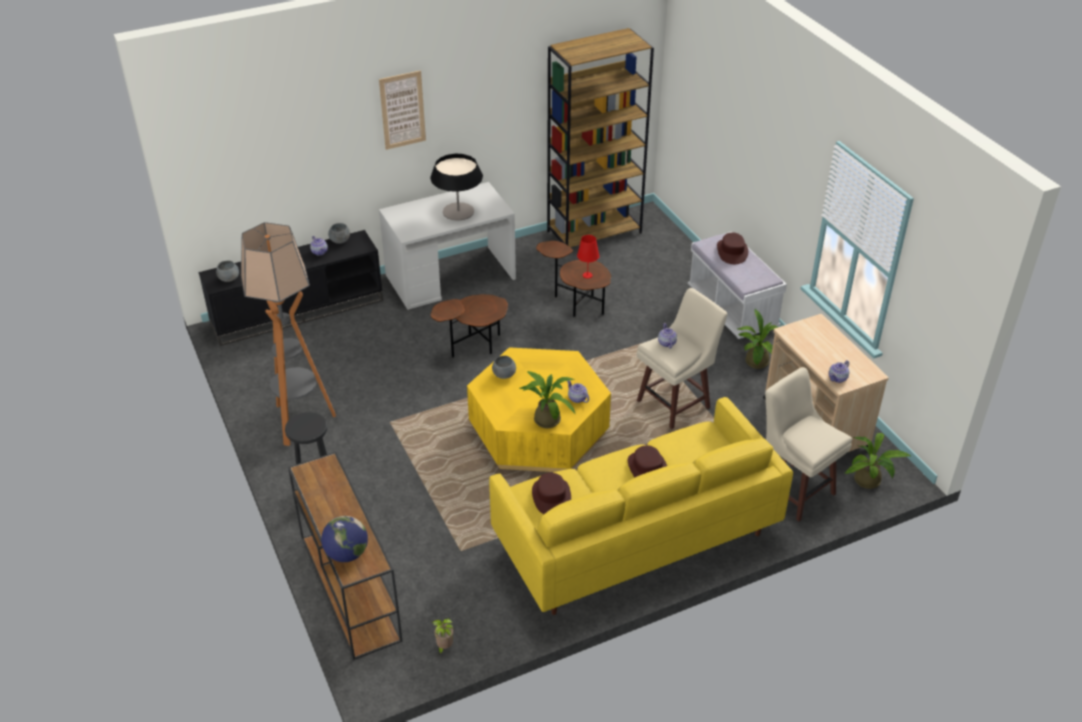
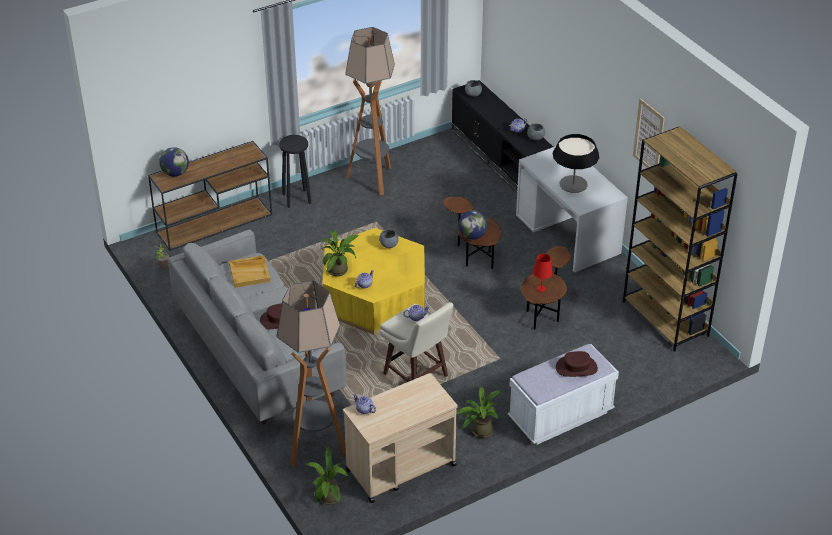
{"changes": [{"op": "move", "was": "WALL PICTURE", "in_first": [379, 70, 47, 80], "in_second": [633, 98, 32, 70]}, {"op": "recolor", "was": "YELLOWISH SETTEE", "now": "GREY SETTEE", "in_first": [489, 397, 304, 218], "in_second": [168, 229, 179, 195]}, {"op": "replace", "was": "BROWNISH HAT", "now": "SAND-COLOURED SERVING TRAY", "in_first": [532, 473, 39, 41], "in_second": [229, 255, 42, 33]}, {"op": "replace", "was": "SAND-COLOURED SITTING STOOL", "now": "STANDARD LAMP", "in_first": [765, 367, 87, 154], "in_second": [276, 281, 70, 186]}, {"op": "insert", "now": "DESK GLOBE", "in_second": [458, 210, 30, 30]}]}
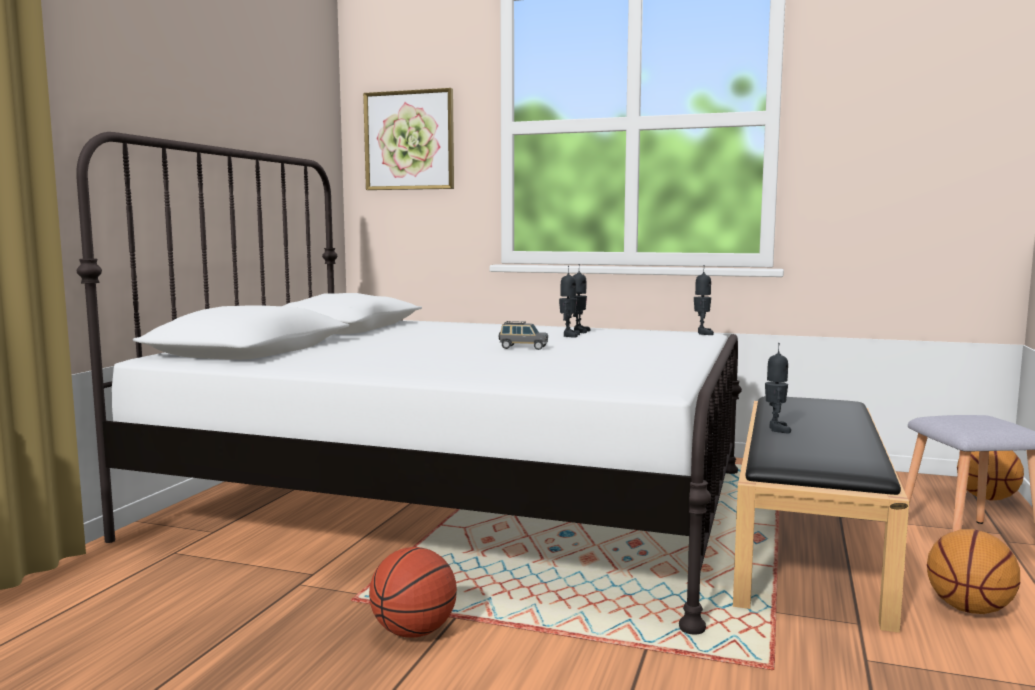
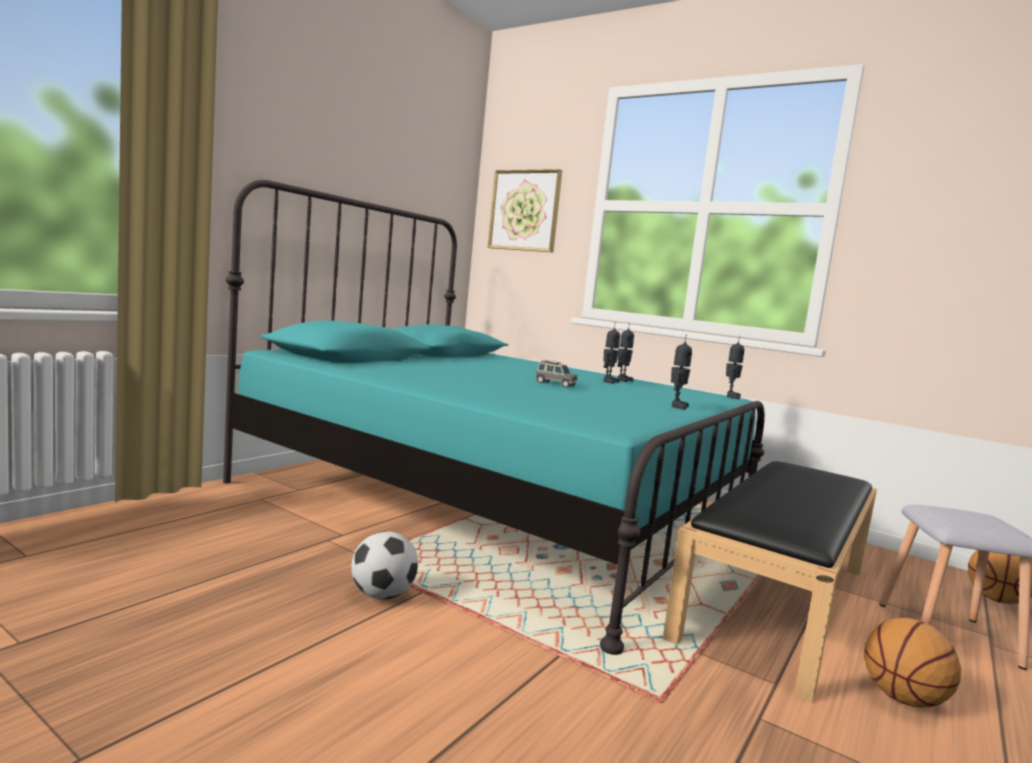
{"changes": [{"op": "recolor", "was": "WHITISH BEDROOM BED", "now": "TURQUOISE BEDROOM BED", "in_first": [76, 132, 666, 503], "in_second": [223, 180, 542, 475]}, {"op": "replace", "was": "BASKETBALL BALL", "now": "BALL FOR FOOTBALL", "in_first": [369, 547, 88, 91], "in_second": [351, 531, 67, 68]}, {"op": "move", "was": "ROBOT FIGURE", "in_first": [765, 343, 26, 90], "in_second": [671, 334, 21, 76]}]}
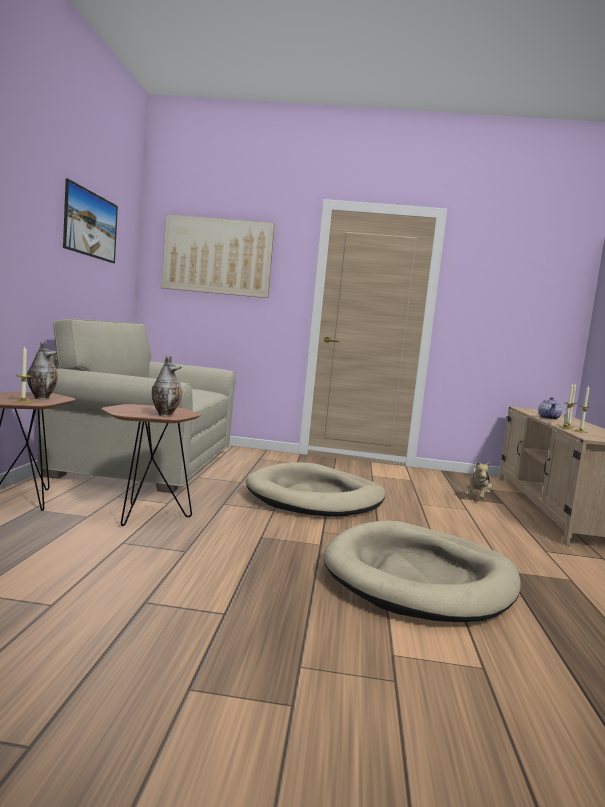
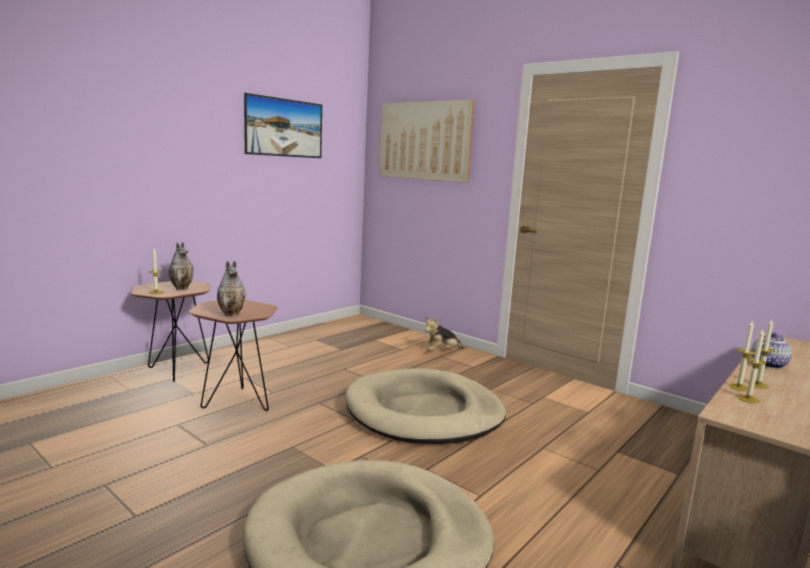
{"changes": [{"op": "delete", "was": "SAND-COLOURED SETTEE", "in_first": [37, 318, 199, 175]}, {"op": "move", "was": "CUDDLY TOY", "in_first": [465, 462, 27, 37], "in_second": [424, 317, 40, 33]}]}
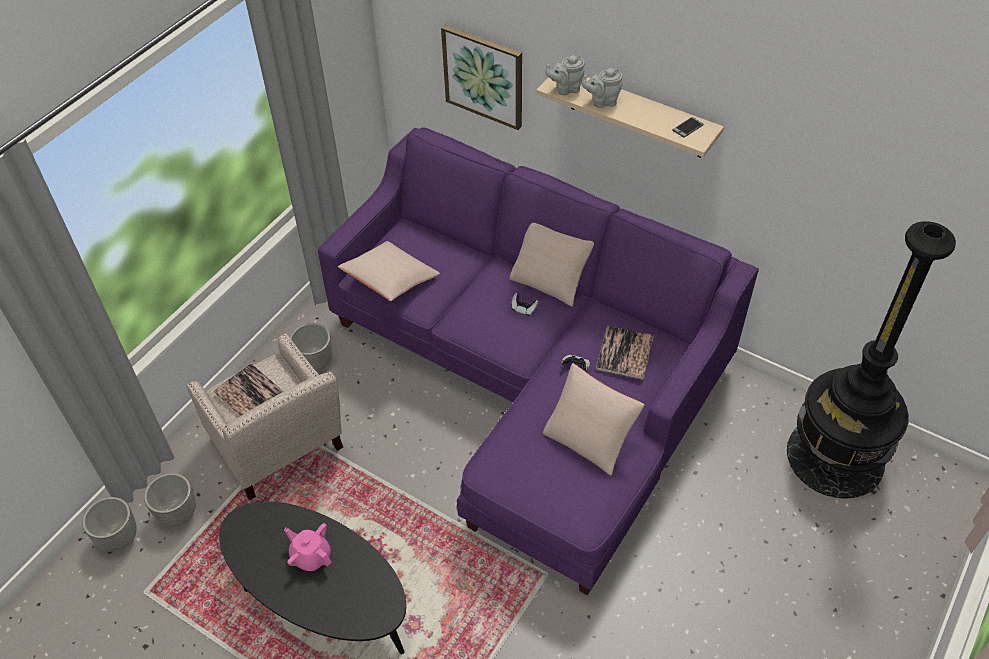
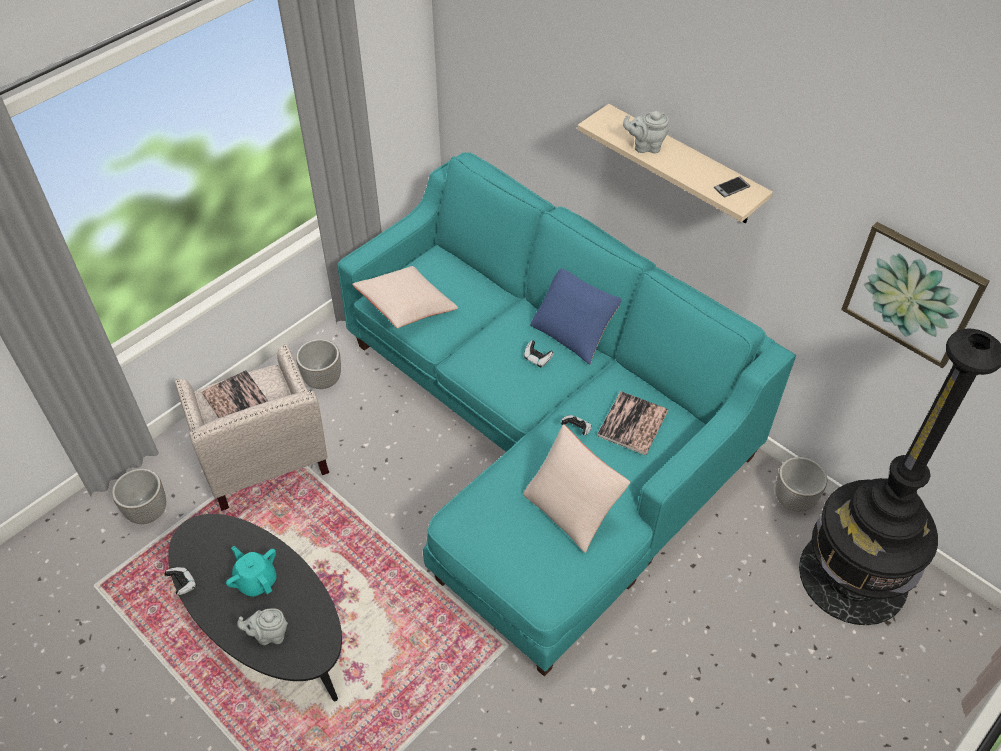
{"changes": [{"op": "move", "was": "PLANT POT", "in_first": [82, 497, 55, 55], "in_second": [775, 457, 52, 55]}, {"op": "recolor", "was": "PINK TEA POT", "now": "TURQUOISE TEA POT", "in_first": [284, 523, 47, 48], "in_second": [226, 546, 50, 51]}, {"op": "recolor", "was": "PURPLE-COLOURED SETTEE", "now": "TURQUOISE SETTEE", "in_first": [318, 127, 441, 468], "in_second": [337, 152, 459, 524]}, {"op": "move", "was": "WALL PICTURE", "in_first": [441, 25, 81, 105], "in_second": [841, 222, 149, 146]}, {"op": "recolor", "was": "SAND-COLOURED CUSHION", "now": "BLUE-COLOURED CUSHION", "in_first": [509, 223, 85, 84], "in_second": [530, 269, 92, 96]}, {"op": "move", "was": "GREY TEA POT", "in_first": [545, 55, 40, 40], "in_second": [237, 608, 51, 37]}, {"op": "insert", "now": "JOYPAD", "in_second": [164, 567, 33, 28]}]}
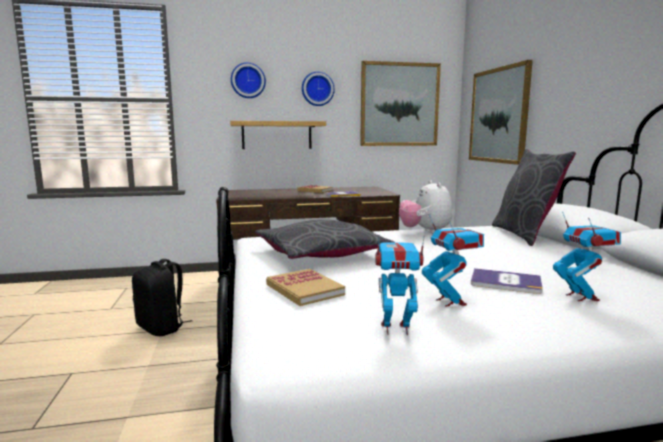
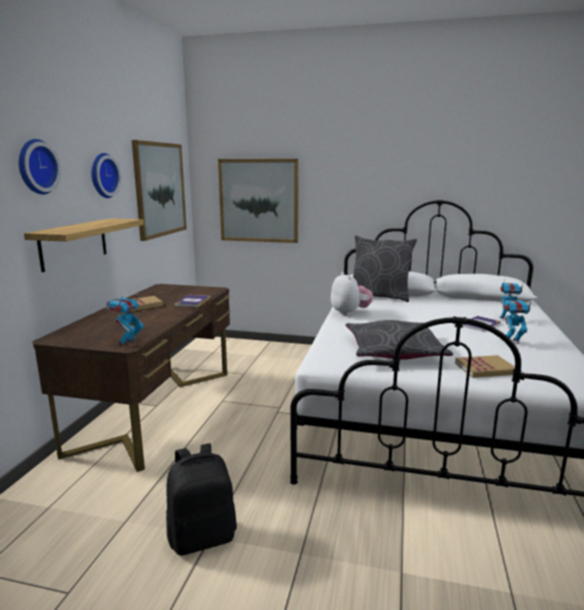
{"changes": [{"op": "move", "was": "ROBOT FIGURE", "in_first": [375, 235, 50, 100], "in_second": [106, 291, 38, 55]}, {"op": "rotate", "was": "CUDDLY TOY", "in_first": [399, 180, 54, 54], "in_second": [331, 272, 42, 44], "clockwise": -120}]}
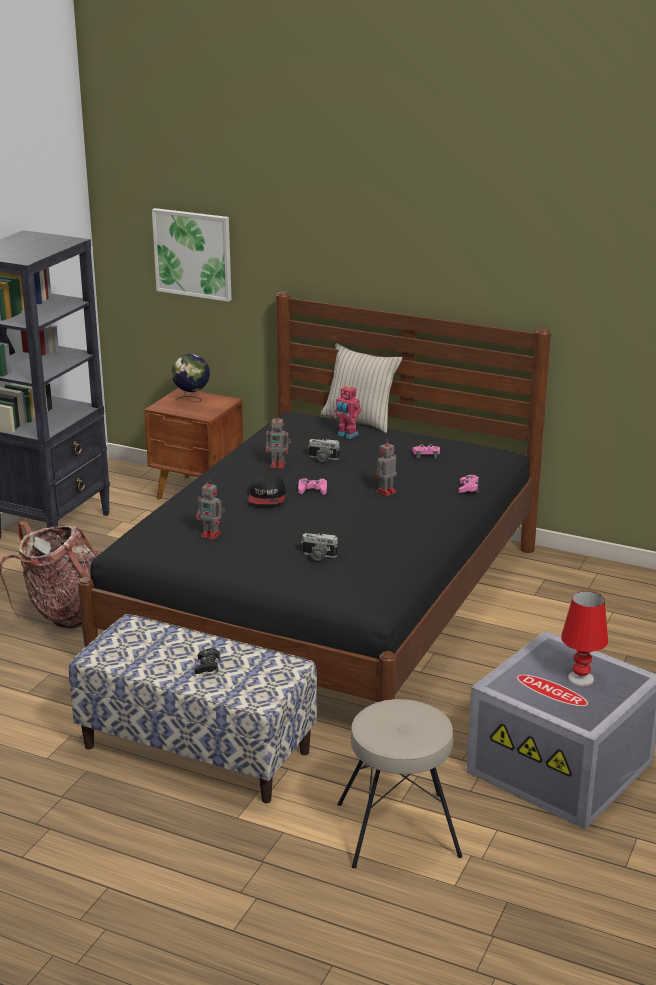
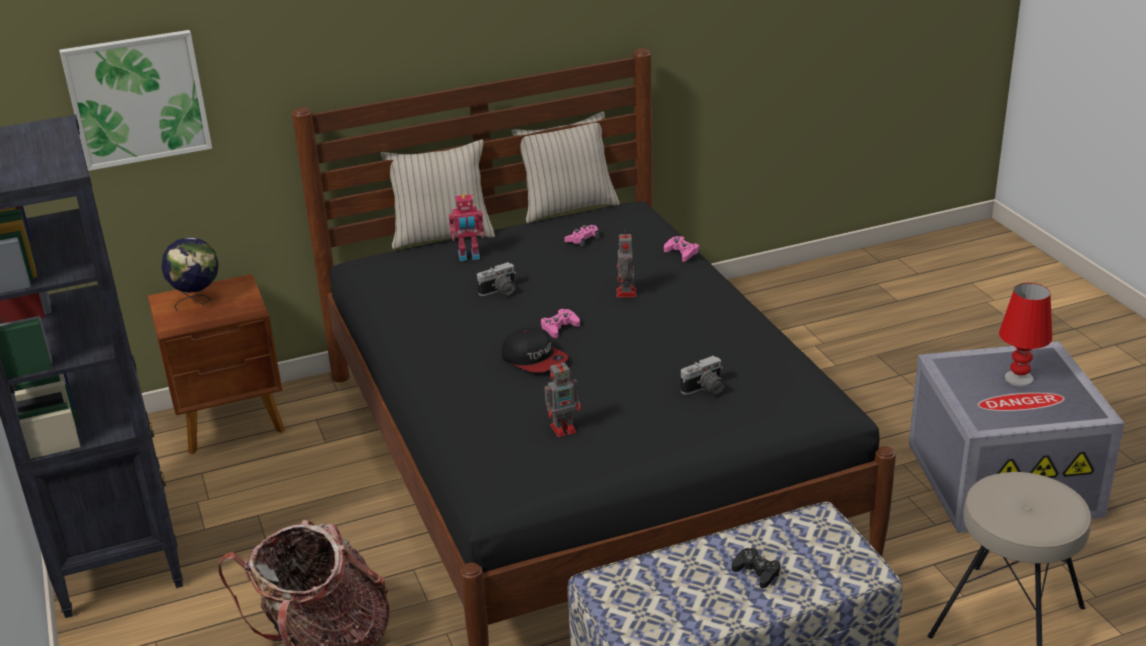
{"changes": [{"op": "delete", "was": "ROBOT FIGURE", "in_first": [266, 414, 25, 55]}, {"op": "insert", "now": "SAND-COLOURED CUSHION", "in_second": [511, 111, 109, 112]}]}
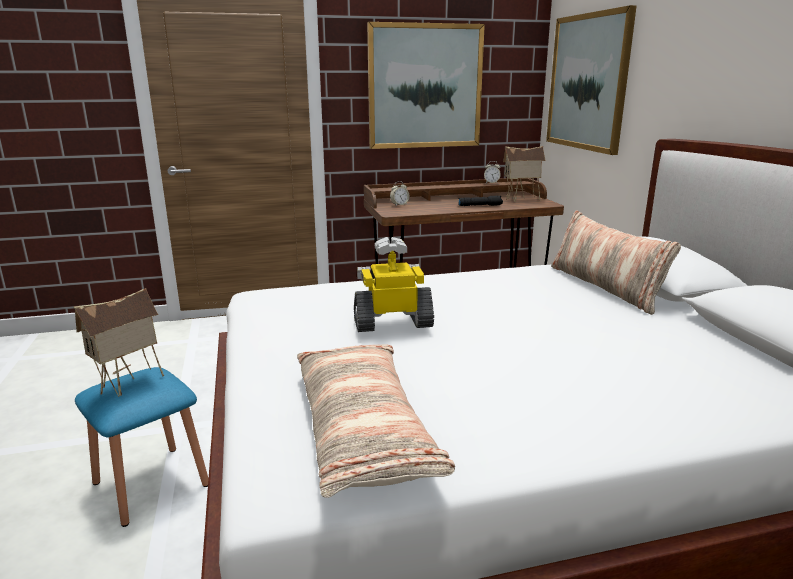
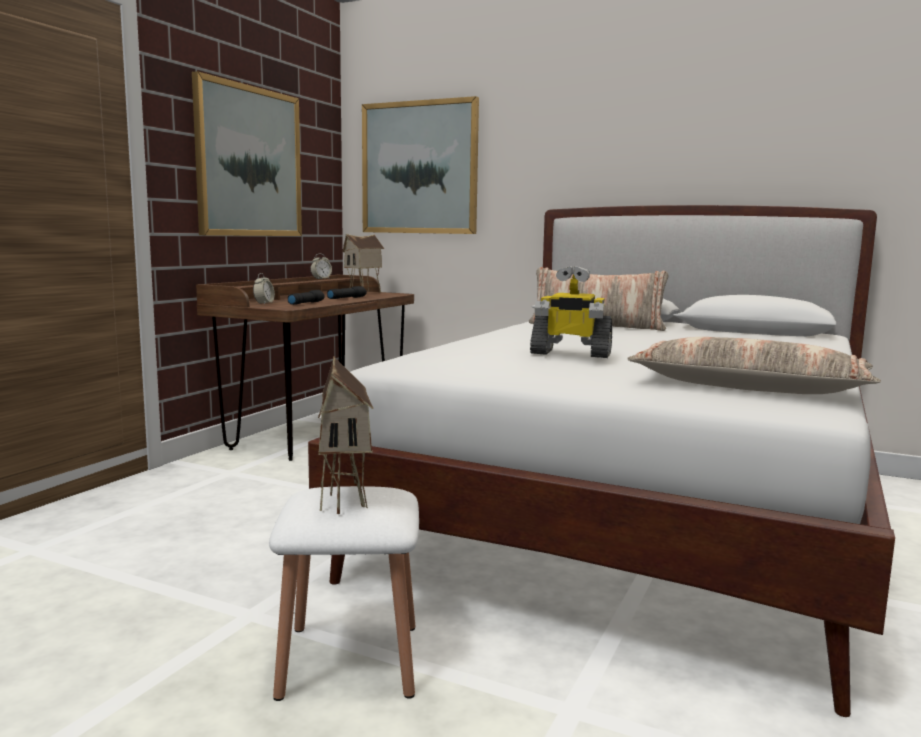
{"changes": [{"op": "recolor", "was": "BLUE-COLOURED SITTING STOOL", "now": "WHITISH SITTING STOOL", "in_first": [75, 367, 134, 160], "in_second": [269, 486, 150, 215]}, {"op": "rotate", "was": "ROBOT FIGURE", "in_first": [354, 237, 80, 95], "in_second": [530, 266, 82, 92], "clockwise": -105}, {"op": "insert", "now": "BLACK-COLOURED FLASHLIGHT", "in_second": [288, 290, 37, 15]}]}
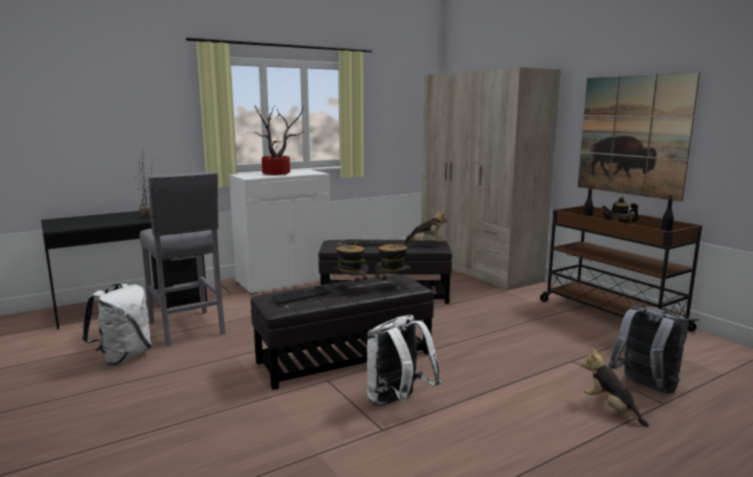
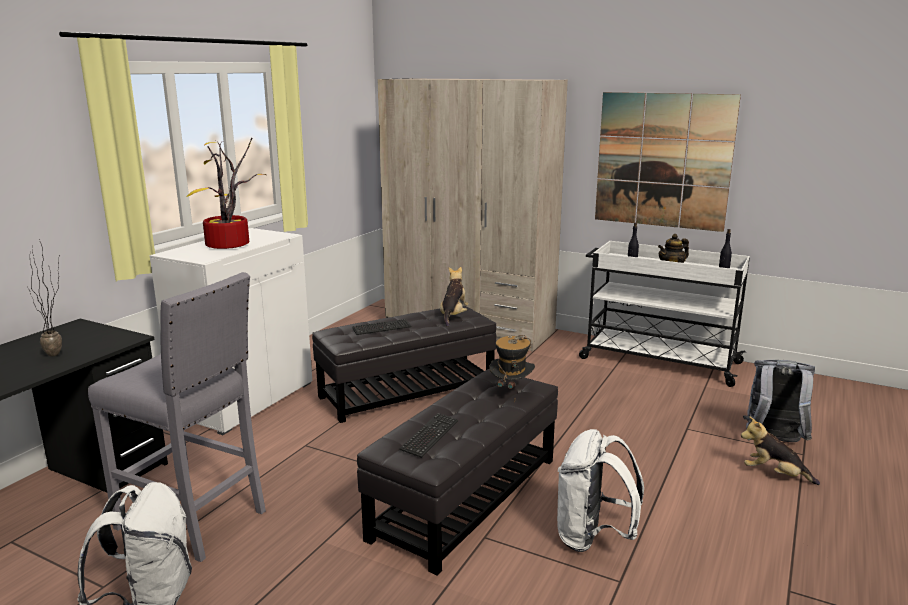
{"changes": [{"op": "delete", "was": "HAT", "in_first": [332, 241, 37, 41]}, {"op": "rotate", "was": "CUDDLY TOY", "in_first": [403, 209, 44, 36], "in_second": [440, 267, 29, 60], "clockwise": -45}, {"op": "recolor", "was": "BROWNISH WHEELED CART", "now": "WHITISH WHEELED CART", "in_first": [540, 206, 162, 125], "in_second": [579, 241, 171, 146]}]}
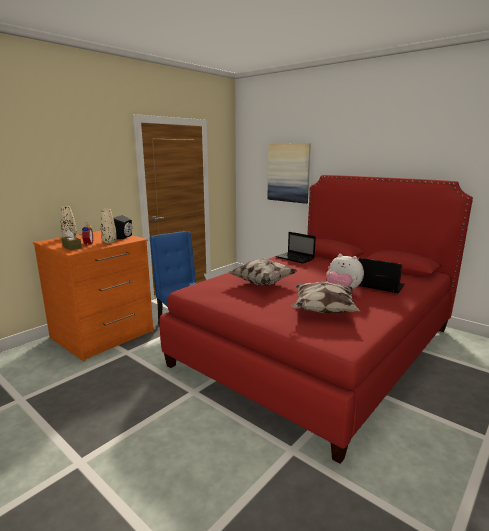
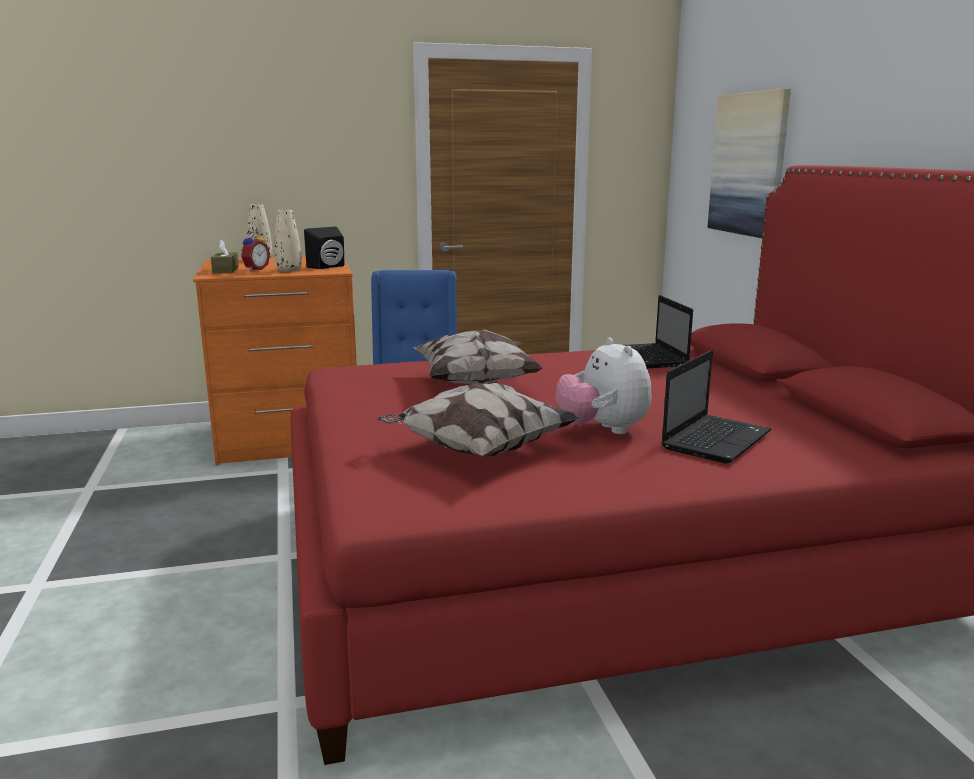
{"changes": [{"op": "rotate", "was": "PORTABLE COMPUTER", "in_first": [359, 258, 45, 35], "in_second": [661, 350, 110, 113], "clockwise": 60}]}
